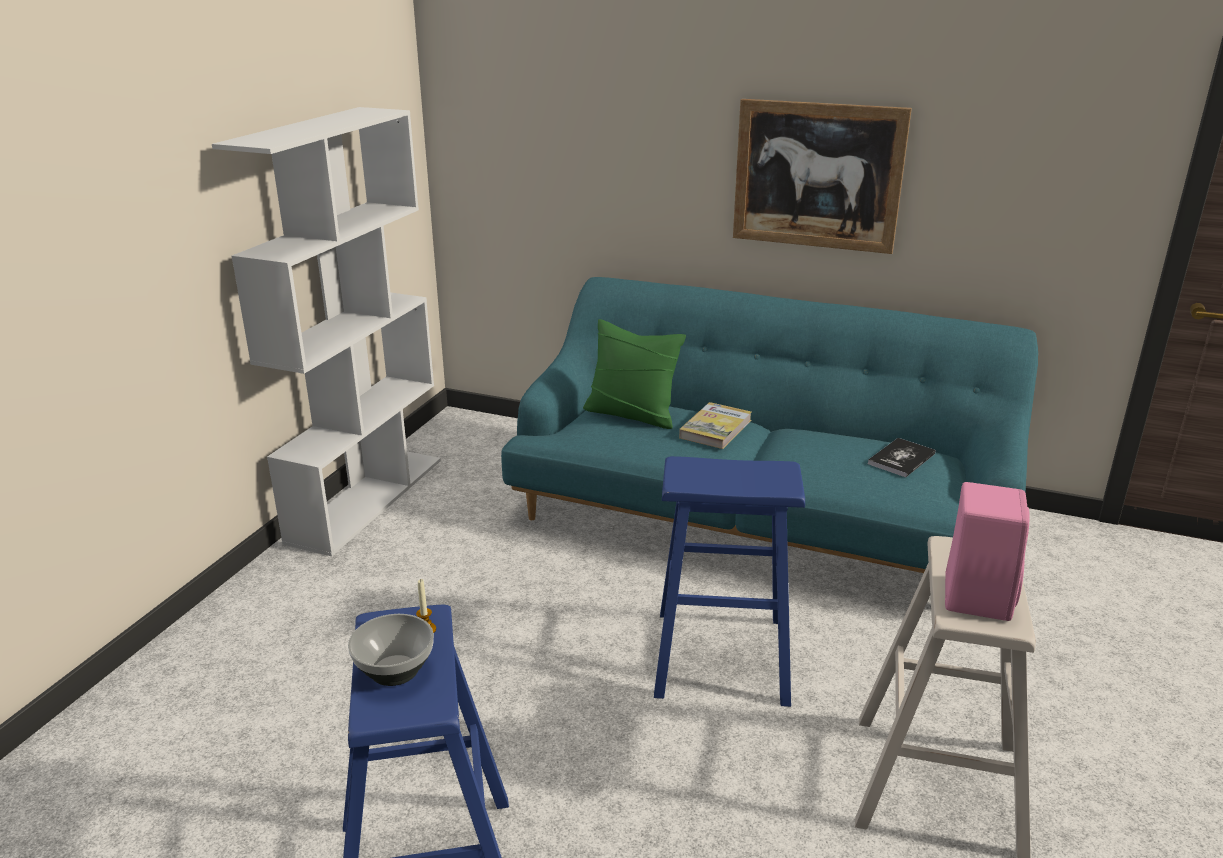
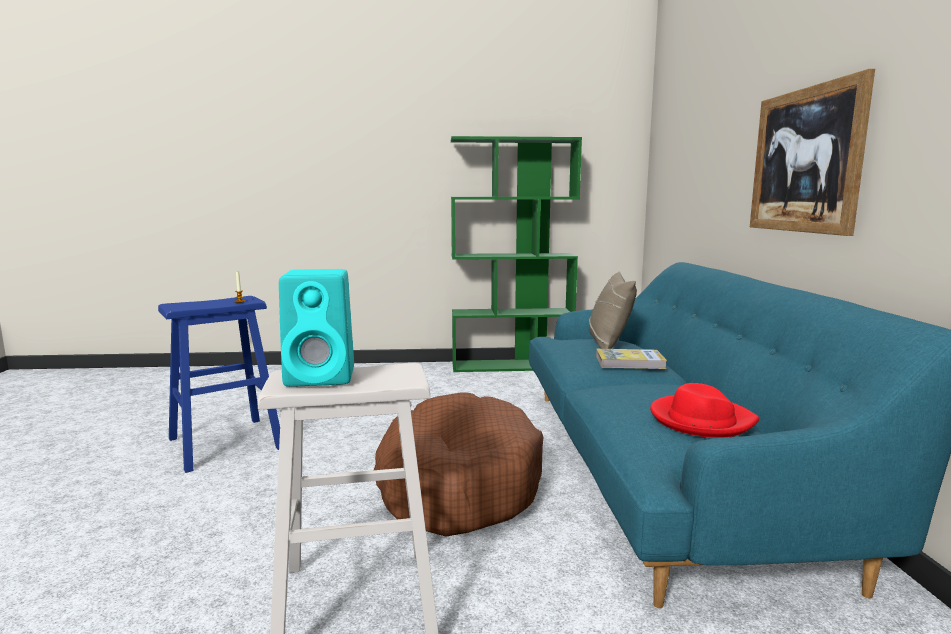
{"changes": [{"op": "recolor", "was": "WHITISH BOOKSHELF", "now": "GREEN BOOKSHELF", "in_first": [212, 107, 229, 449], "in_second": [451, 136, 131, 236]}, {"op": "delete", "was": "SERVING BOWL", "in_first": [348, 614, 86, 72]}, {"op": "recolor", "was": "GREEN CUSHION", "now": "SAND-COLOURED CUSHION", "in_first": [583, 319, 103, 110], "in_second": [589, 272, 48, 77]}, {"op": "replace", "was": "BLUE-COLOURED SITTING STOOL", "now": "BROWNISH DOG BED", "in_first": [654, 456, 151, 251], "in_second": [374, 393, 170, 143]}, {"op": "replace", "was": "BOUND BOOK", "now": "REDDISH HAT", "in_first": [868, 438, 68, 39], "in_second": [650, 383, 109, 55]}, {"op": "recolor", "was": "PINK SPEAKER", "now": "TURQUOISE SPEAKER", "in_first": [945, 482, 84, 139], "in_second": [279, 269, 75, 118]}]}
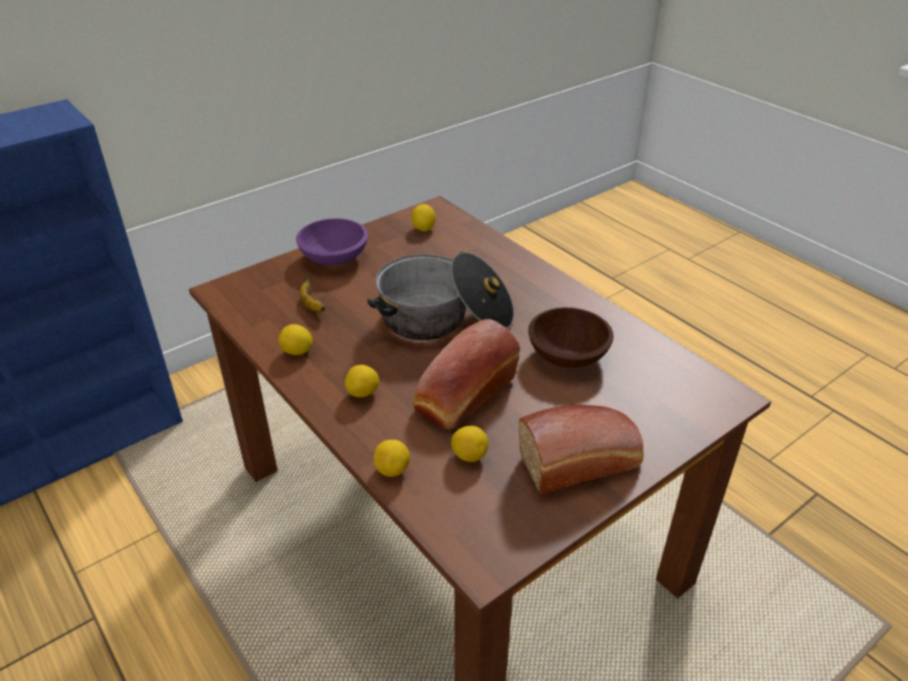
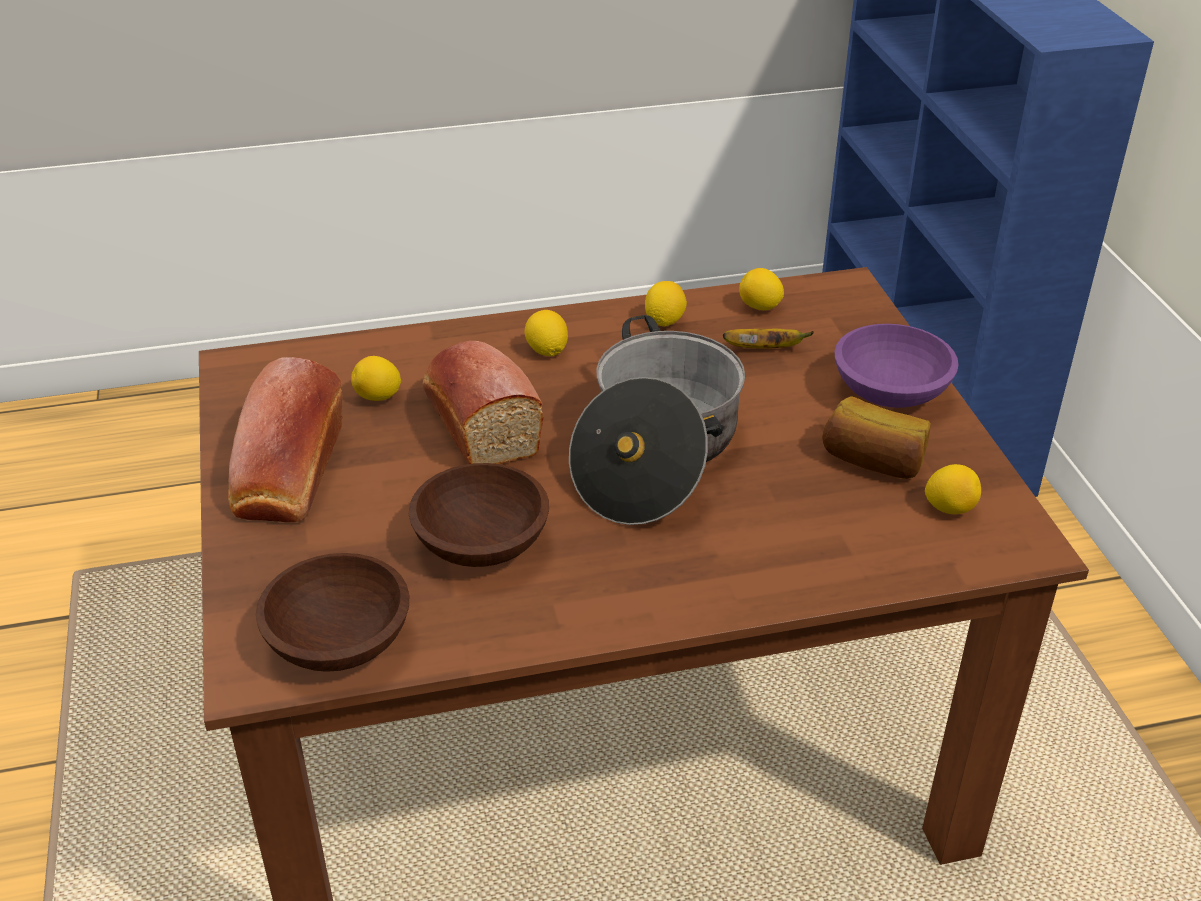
{"changes": [{"op": "move", "was": "WHOLE LEMON", "in_first": [374, 440, 36, 37], "in_second": [739, 268, 45, 42]}, {"op": "insert", "now": "BROWNISH SERVING BOWL", "in_second": [256, 553, 153, 119]}, {"op": "insert", "now": "BAKERY BREAD", "in_second": [822, 396, 108, 83]}]}
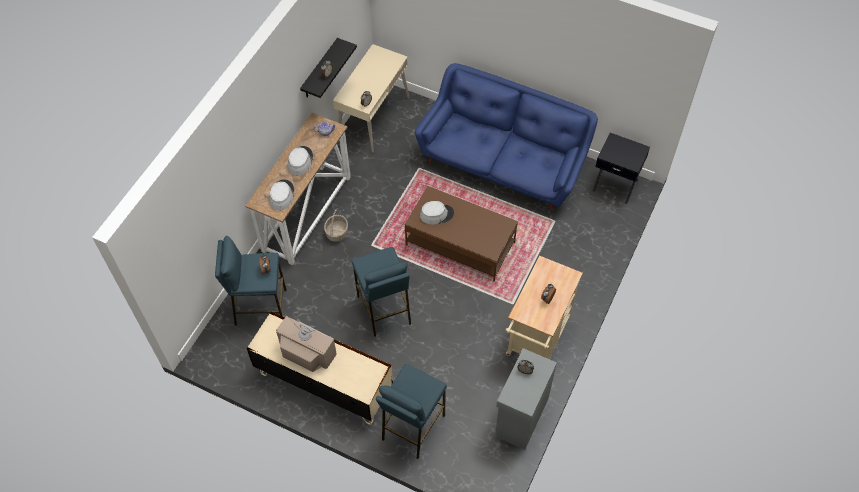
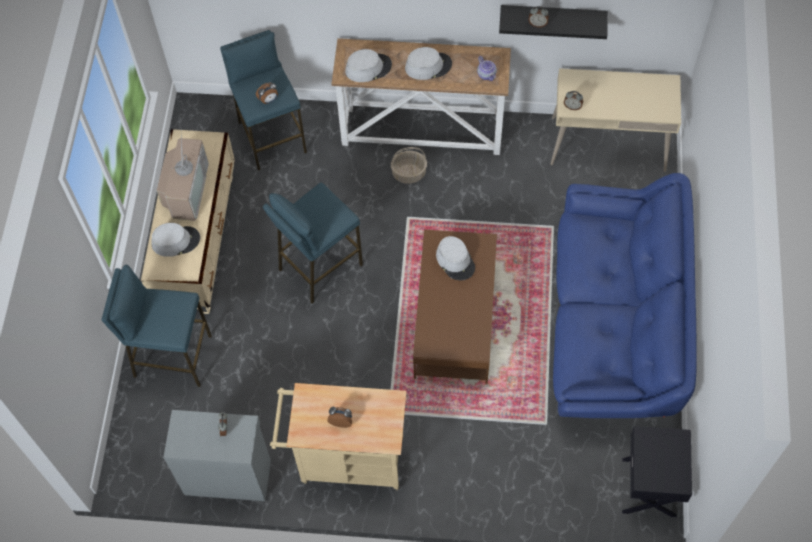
{"changes": [{"op": "insert", "now": "GREY HAT", "in_second": [152, 223, 48, 34]}]}
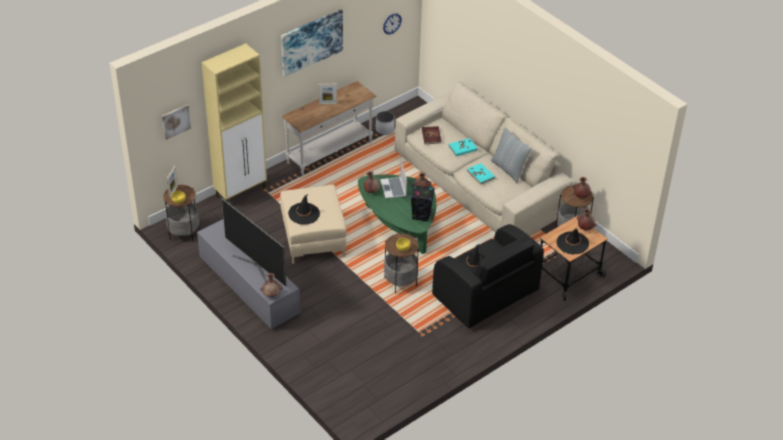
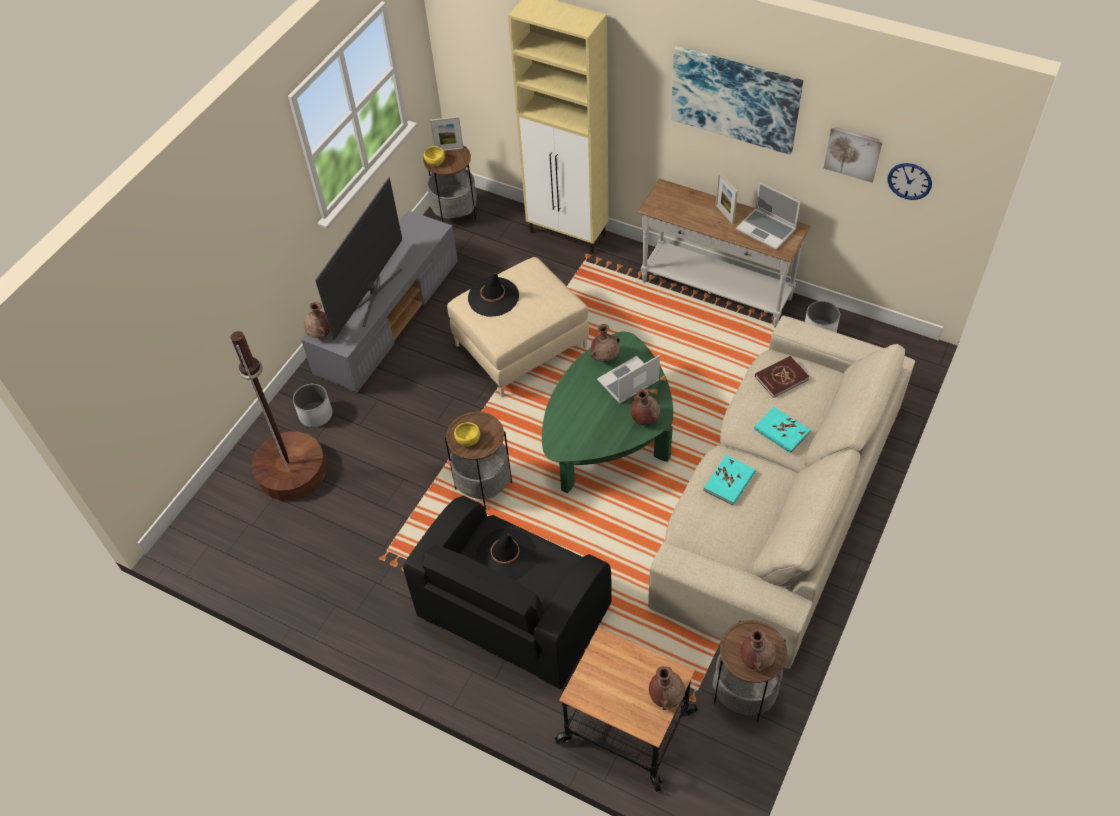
{"changes": [{"op": "move", "was": "WALL PICTURE", "in_first": [162, 105, 29, 35], "in_second": [824, 126, 59, 57]}, {"op": "delete", "was": "BLACK-COLOURED SPEAKER", "in_first": [411, 185, 24, 37]}, {"op": "delete", "was": "CUSHION", "in_first": [491, 127, 41, 56]}, {"op": "delete", "was": "BLACK-COLOURED HAT", "in_first": [556, 228, 33, 26]}, {"op": "insert", "now": "BROWNISH STANDARD LAMP", "in_second": [231, 331, 96, 170]}, {"op": "insert", "now": "WHITISH PLANT POT", "in_second": [293, 384, 40, 44]}, {"op": "insert", "now": "PORTABLE COMPUTER", "in_second": [736, 182, 64, 68]}]}
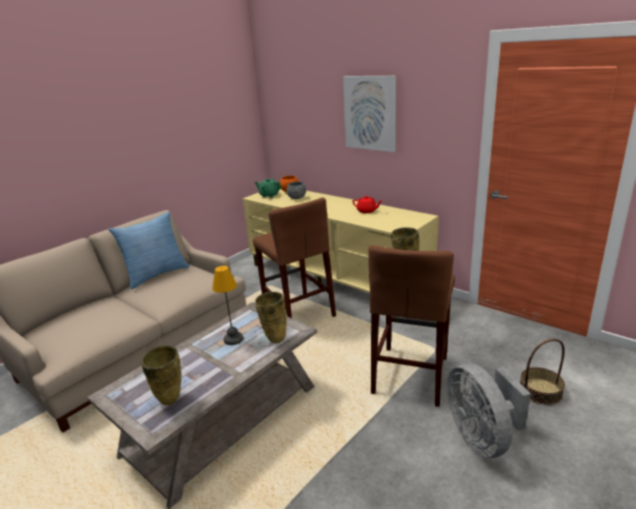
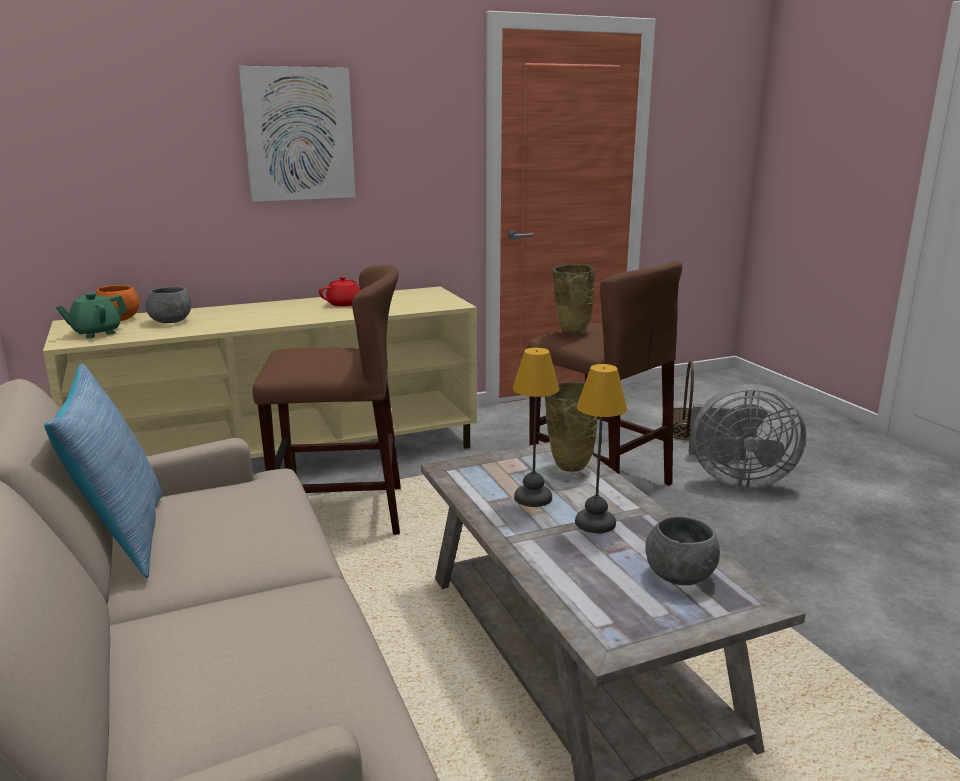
{"changes": [{"op": "replace", "was": "SAND-COLOURED VASE", "now": "GREY SERVING BOWL", "in_first": [141, 346, 41, 59], "in_second": [645, 516, 75, 69]}, {"op": "insert", "now": "TABLETOP LAMP", "in_second": [575, 364, 52, 169]}]}
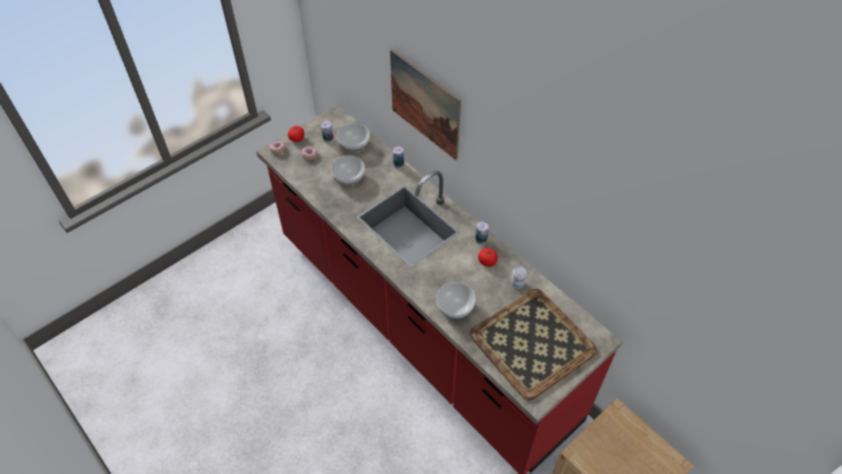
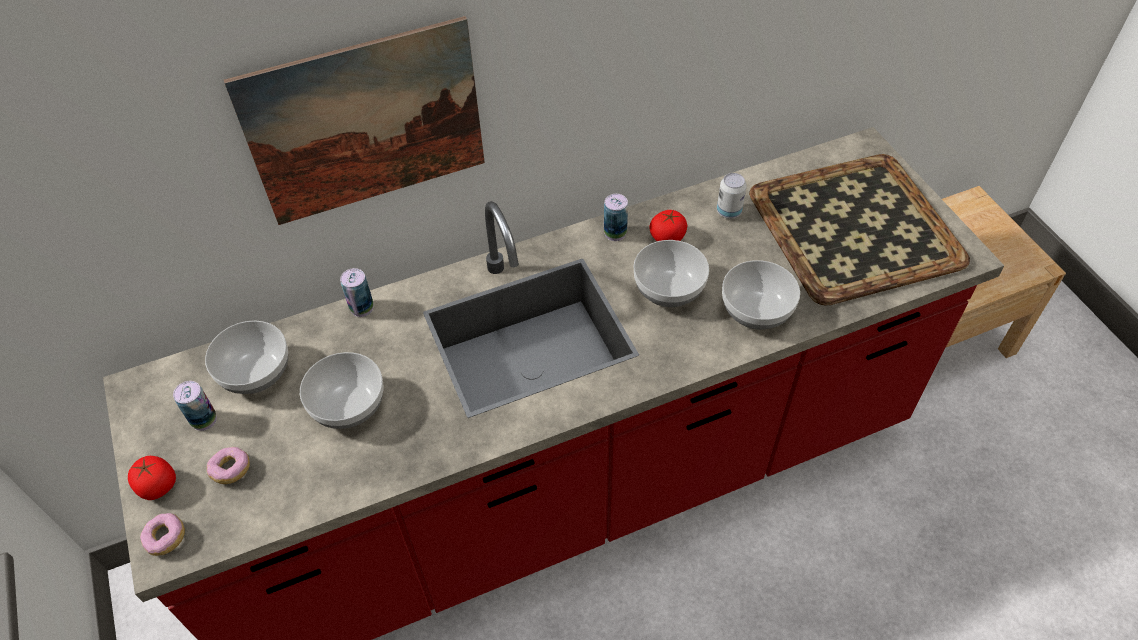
{"changes": [{"op": "insert", "now": "SERVING BOWL", "in_second": [633, 240, 76, 67]}]}
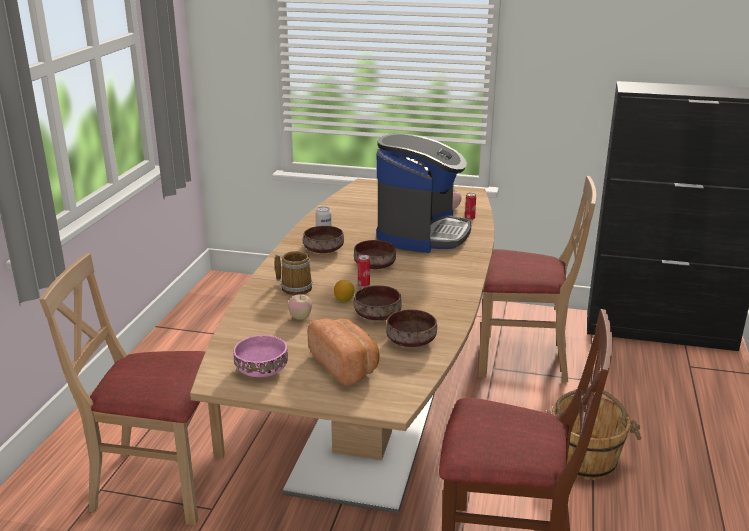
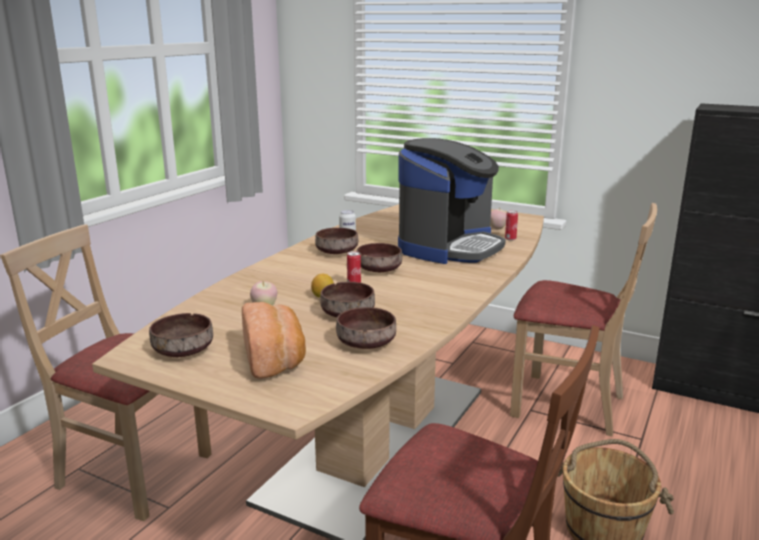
{"changes": [{"op": "recolor", "was": "PINK SERVING BOWL", "now": "BROWNISH SERVING BOWL", "in_first": [233, 335, 55, 42], "in_second": [149, 313, 64, 44]}, {"op": "delete", "was": "COFFEE MUG", "in_first": [275, 251, 37, 44]}]}
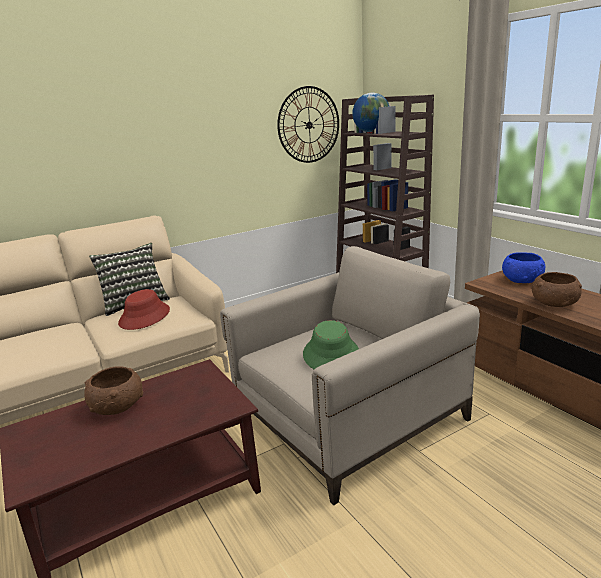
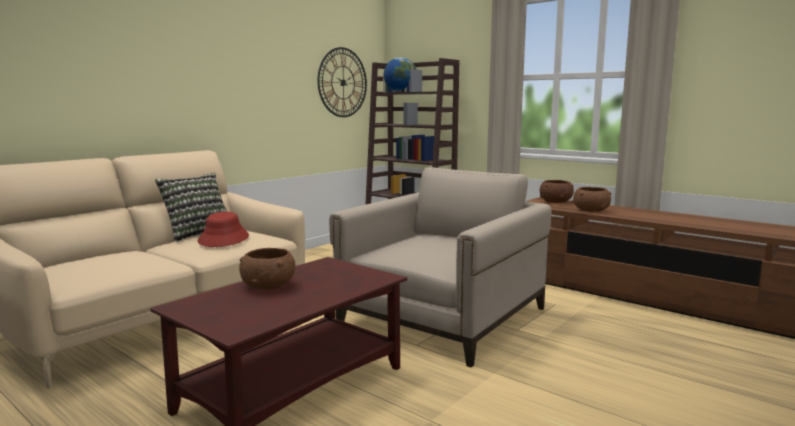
{"changes": [{"op": "delete", "was": "GREEN HAT", "in_first": [303, 320, 56, 49]}, {"op": "recolor", "was": "BLUE-COLOURED SERVING BOWL", "now": "BROWNISH SERVING BOWL", "in_first": [502, 252, 43, 31], "in_second": [540, 180, 34, 23]}]}
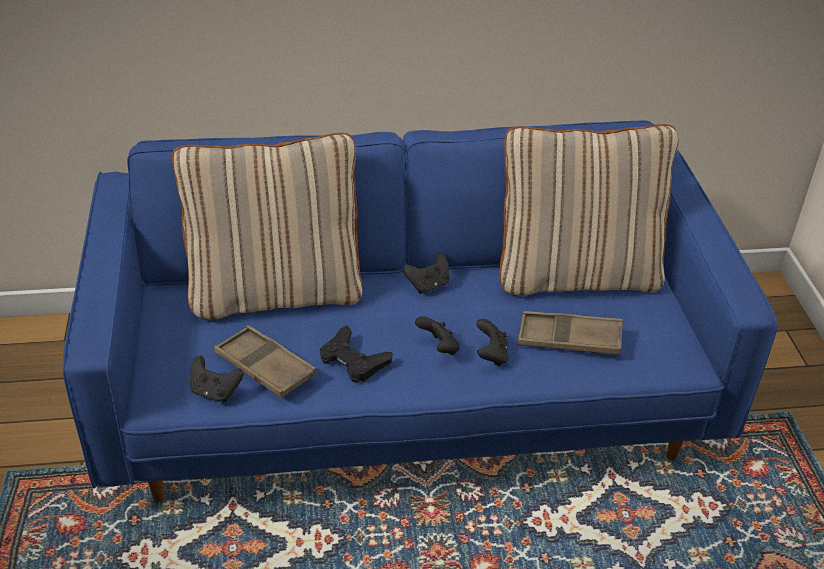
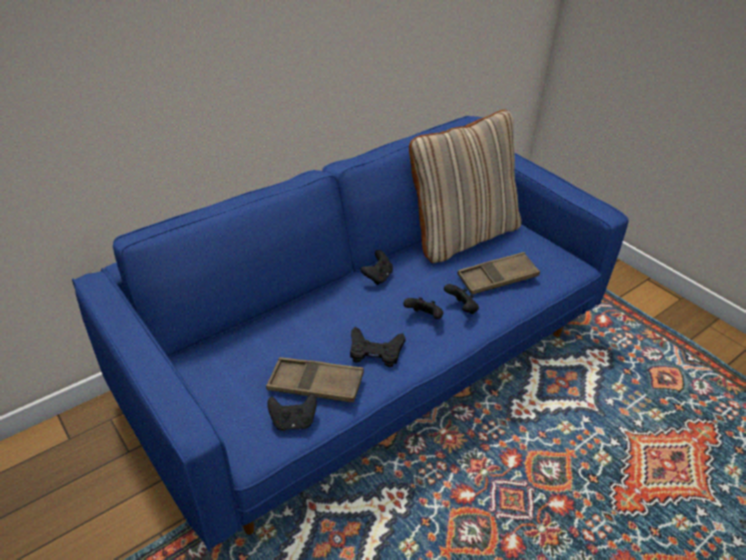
{"changes": [{"op": "delete", "was": "SAND-COLOURED CUSHION", "in_first": [172, 133, 191, 187]}]}
